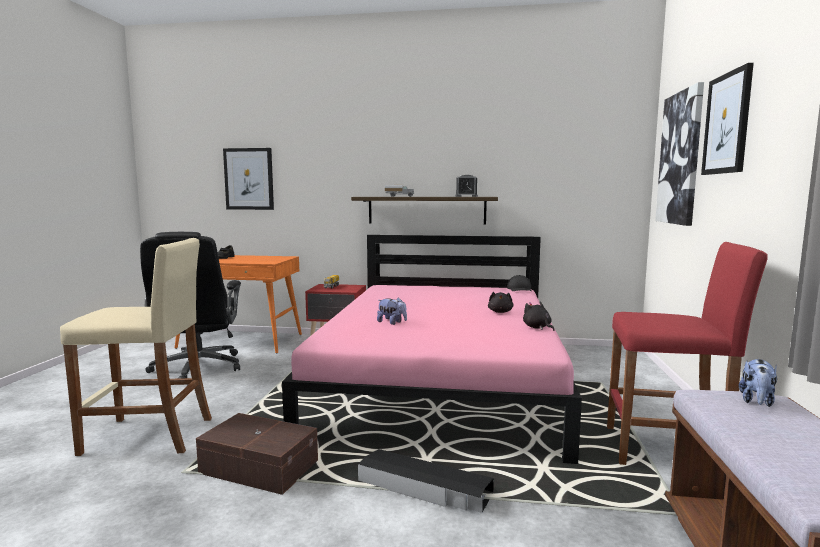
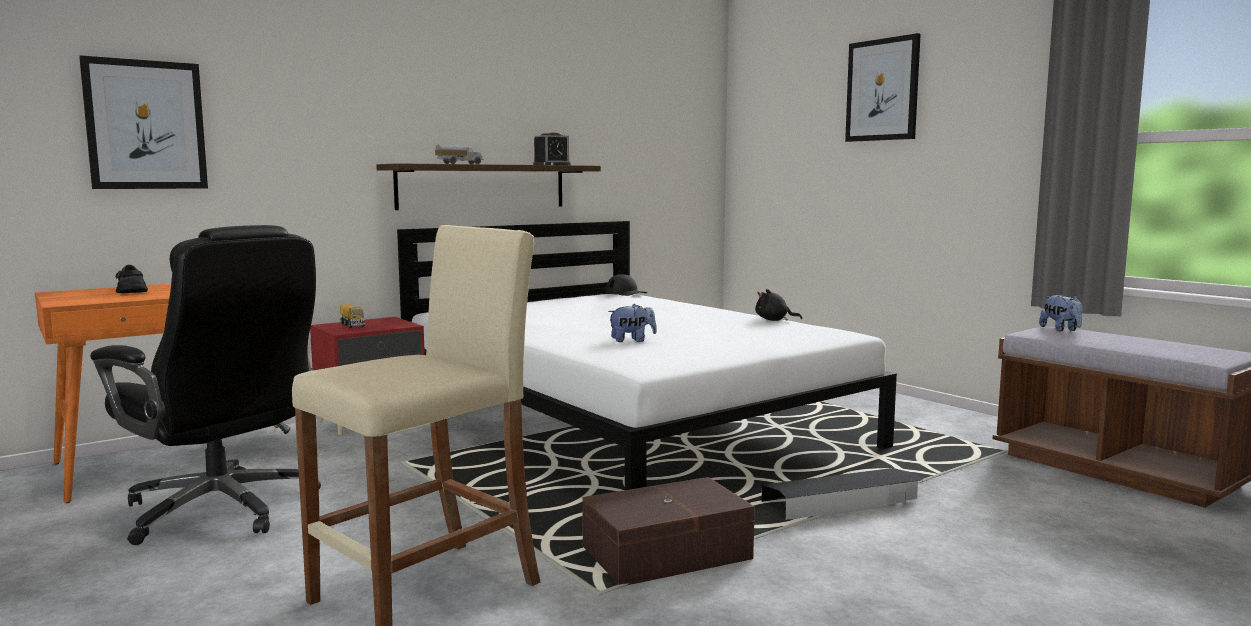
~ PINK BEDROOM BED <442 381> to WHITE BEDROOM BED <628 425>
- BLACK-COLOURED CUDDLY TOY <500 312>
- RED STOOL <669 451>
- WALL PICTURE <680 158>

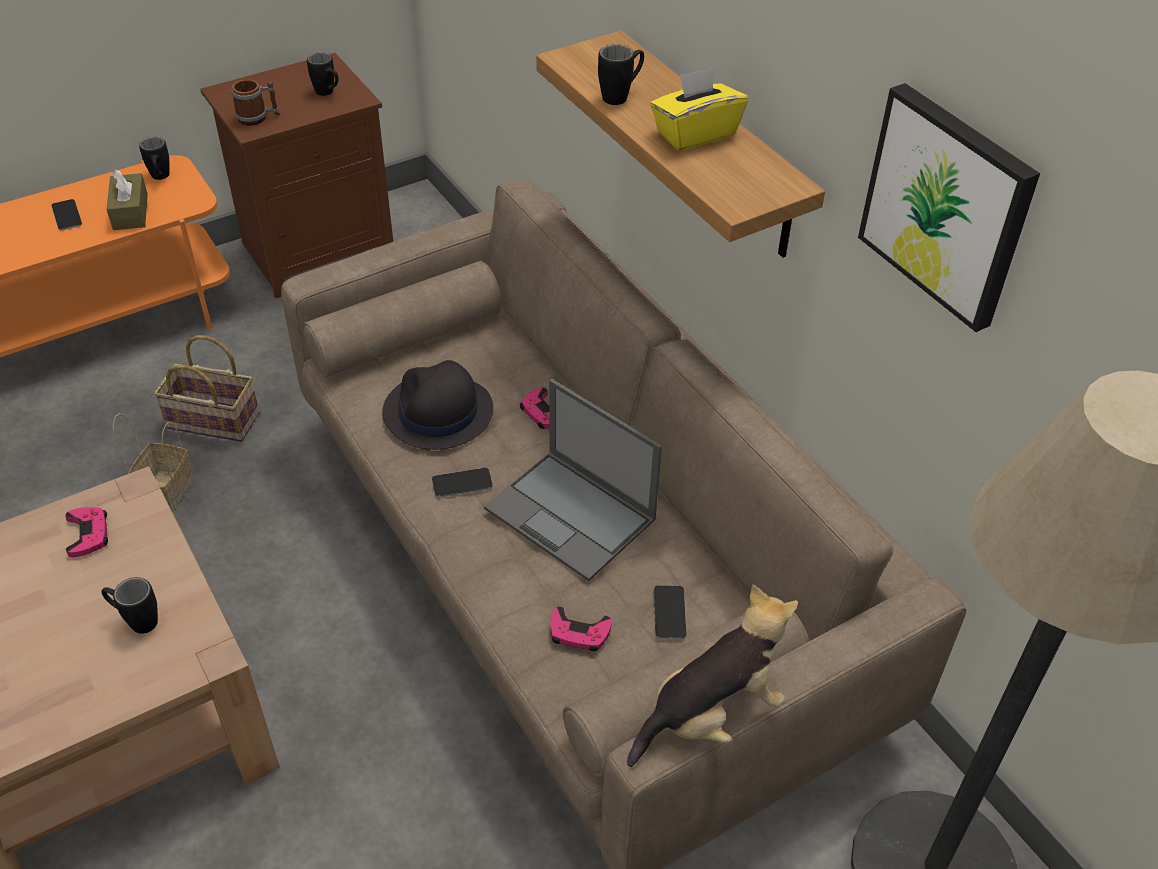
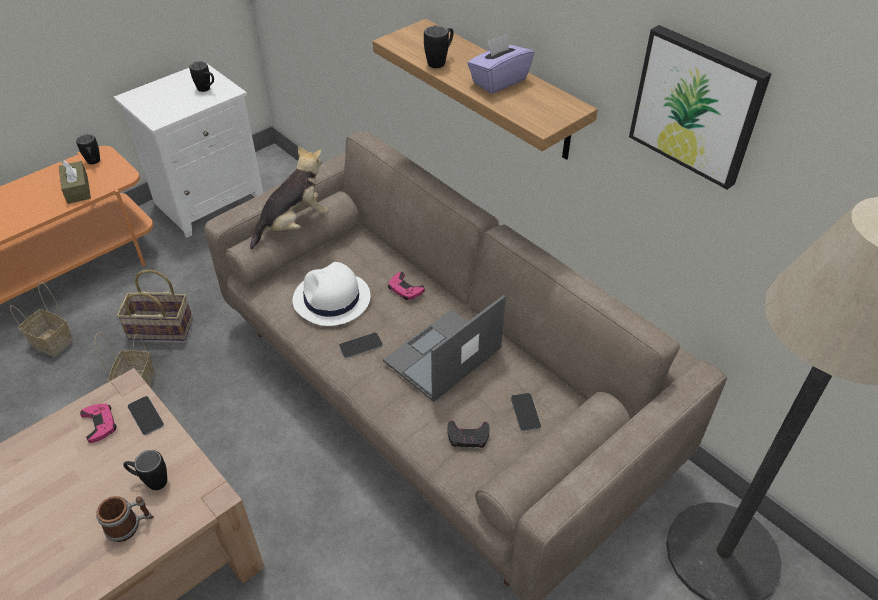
~ PHONE <67 215> to <145 416>
~ BROWNISH BEDSIDE TABLE <318 249> to WHITE BEDSIDE TABLE <209 200>
~ MUG <258 117> to <130 526>
~ BLACK-COLOURED HAT <437 412> to WHITE HAT <331 299>
~ LAPTOP <572 515> = <442 356> 105 degrees clockwise
~ PINK GAME CONTROLLER <579 633> to BLACK-COLOURED GAME CONTROLLER <468 436>
~ CUDDLY TOY <711 714> to <294 224>
~ YELLOWISH TISSUE BOX <695 134> to PURPLISH TISSUE BOX <498 81>
+ HOUSEHOLD BASKET <53 342>

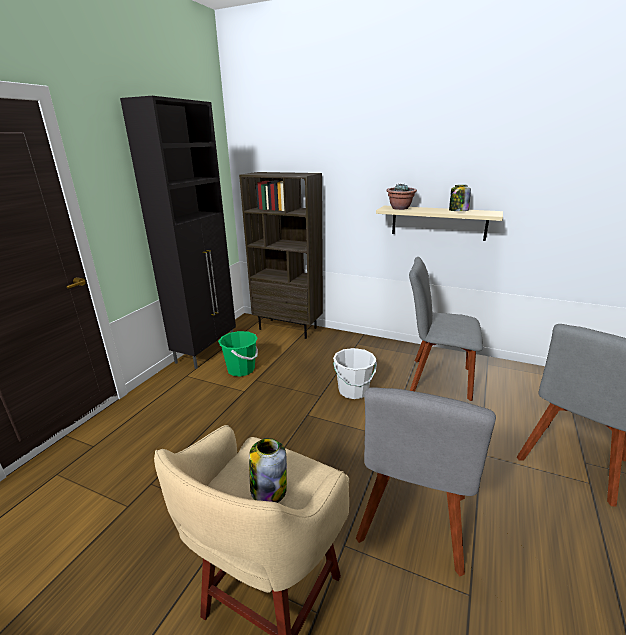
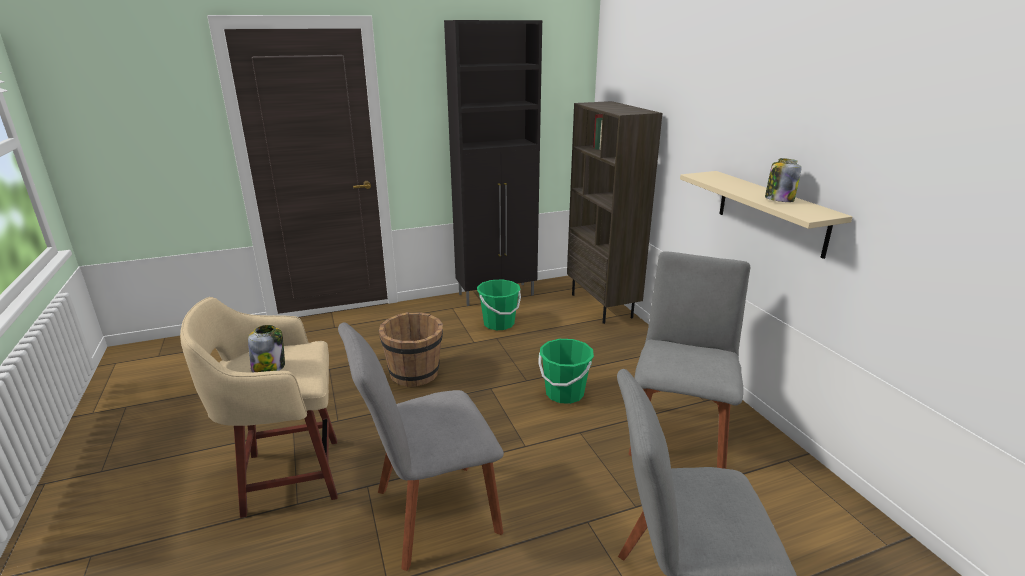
~ WHITE WATER BUCKET <353 391> to GREENISH WATER BUCKET <564 393>
- PLANT IN A POT <400 208>
~ GREYISH CHAIR <436 378> = <679 434> 45 degrees clockwise
+ BROWNISH WATER BUCKET <414 374>

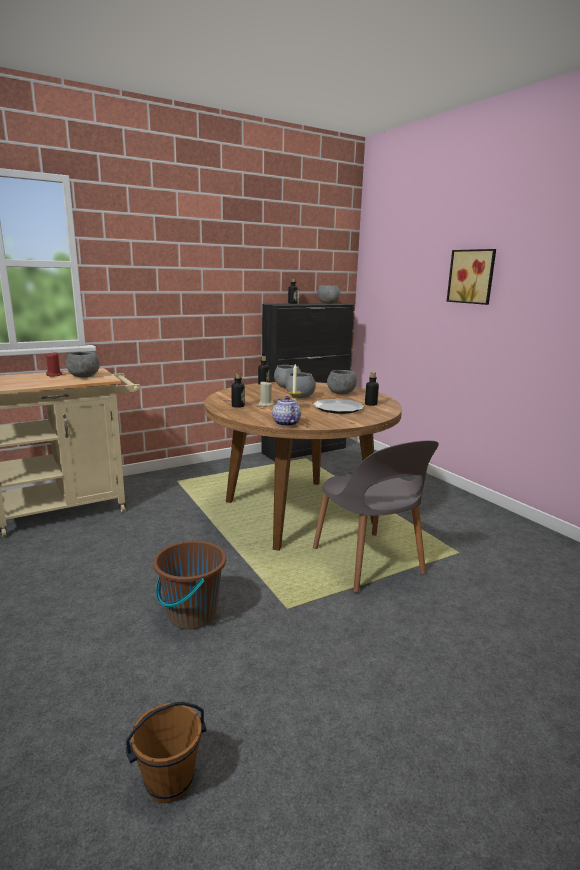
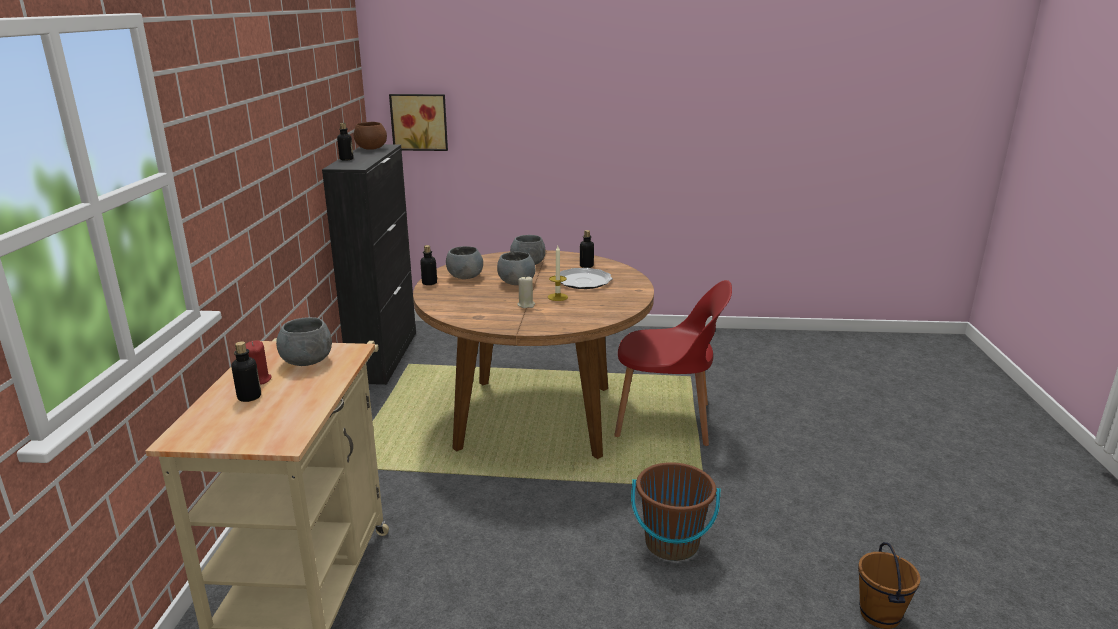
~ BOTTLE <238 406> to <249 397>
- TEA POT <285 423>
~ GREYISH CHAIR <368 562> to RED CHAIR <666 421>
~ GREYISH SERVING BOWL <328 303> to BROWNISH SERVING BOWL <371 148>
~ WALL PICTURE <472 276> to <419 122>

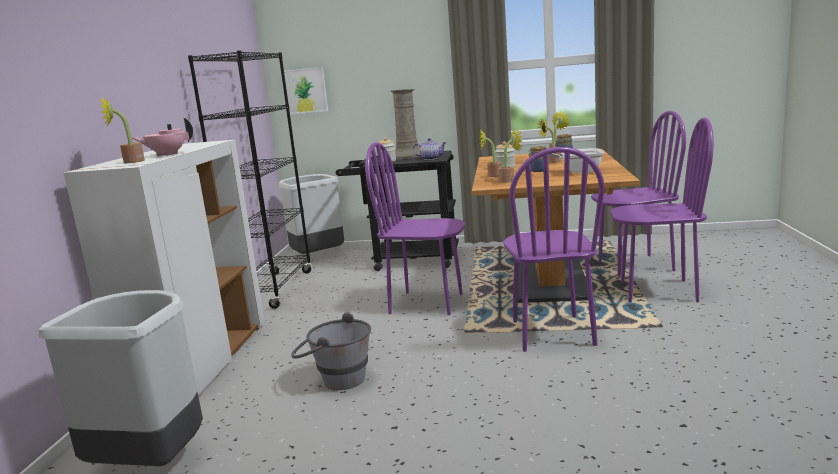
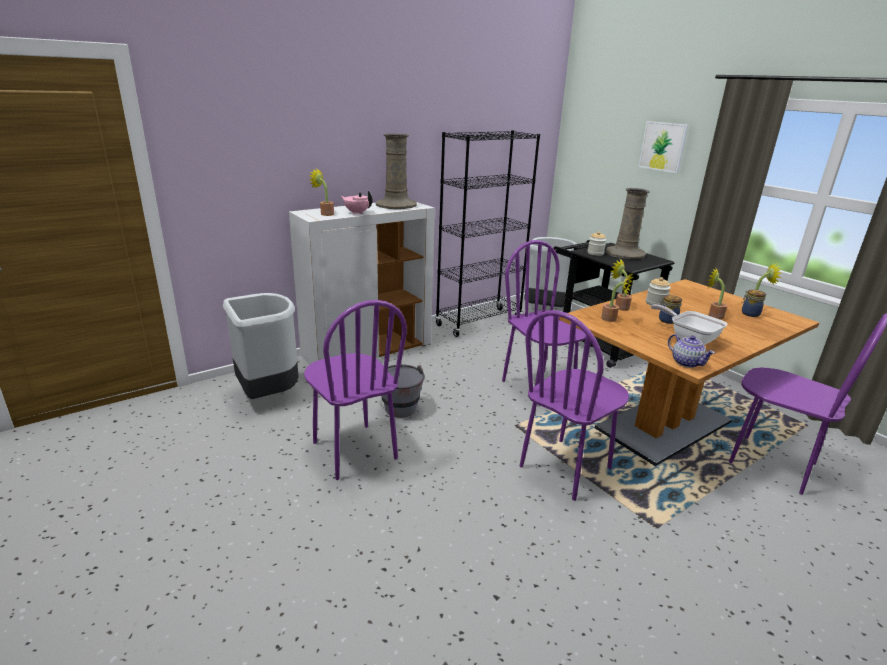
~ WALL PICTURE <304 91> to <663 146>
~ TEA POT <430 158> to <686 362>
~ PURPLISH CHAIR <658 291> to <353 450>
+ SAND-COLOURED VASE <396 205>

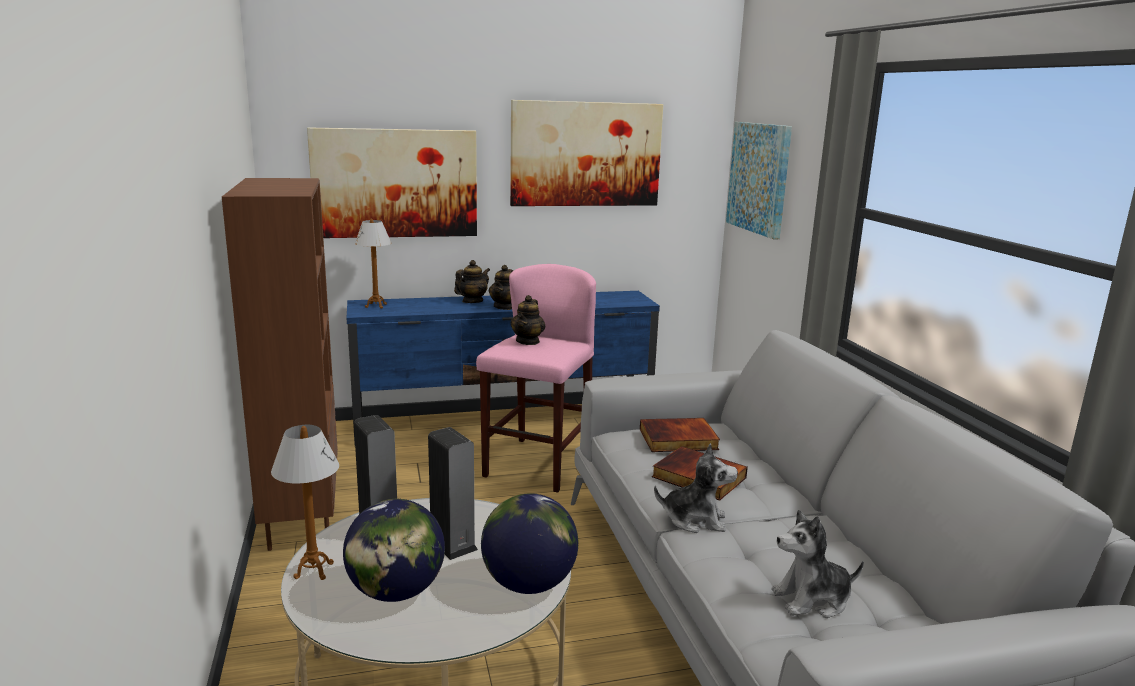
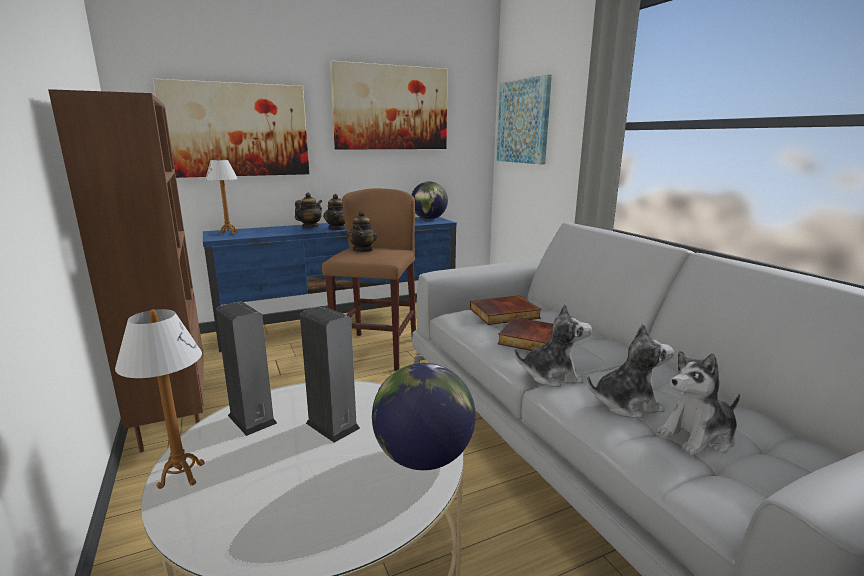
~ WORLD GLOBE <396 592> to <429 219>
~ PINK STOOL <537 464> to BROWNISH STOOL <376 351>
+ CUDDLY TOY <625 404>

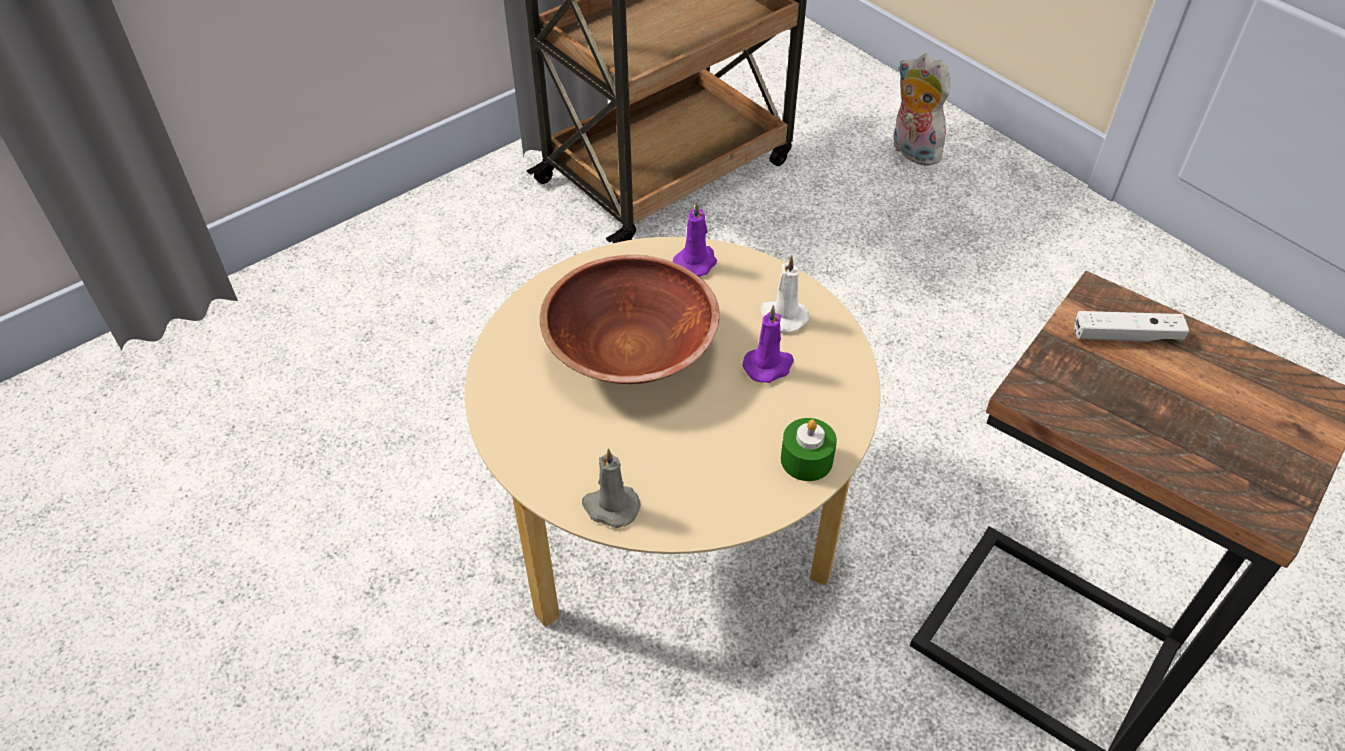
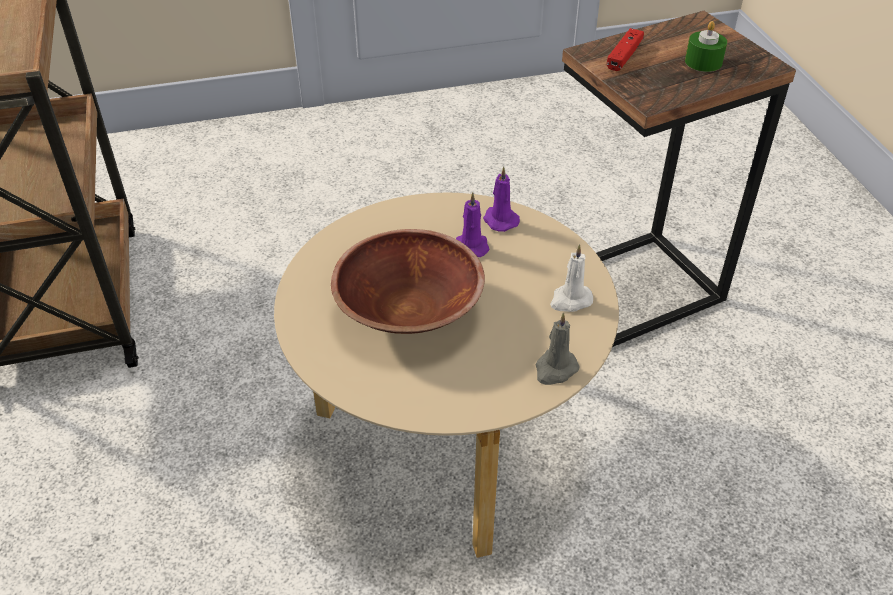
~ PURPLISH CANDLE <696 262> to <499 220>
~ WHITE CANDLE <782 316> to <570 300>
~ GREENISH CANDLE <806 459> to <703 62>
- CUDDLY TOY <911 151>
~ WHITE GAME CONTROLLER <1126 335> to RED GAME CONTROLLER <624 56>

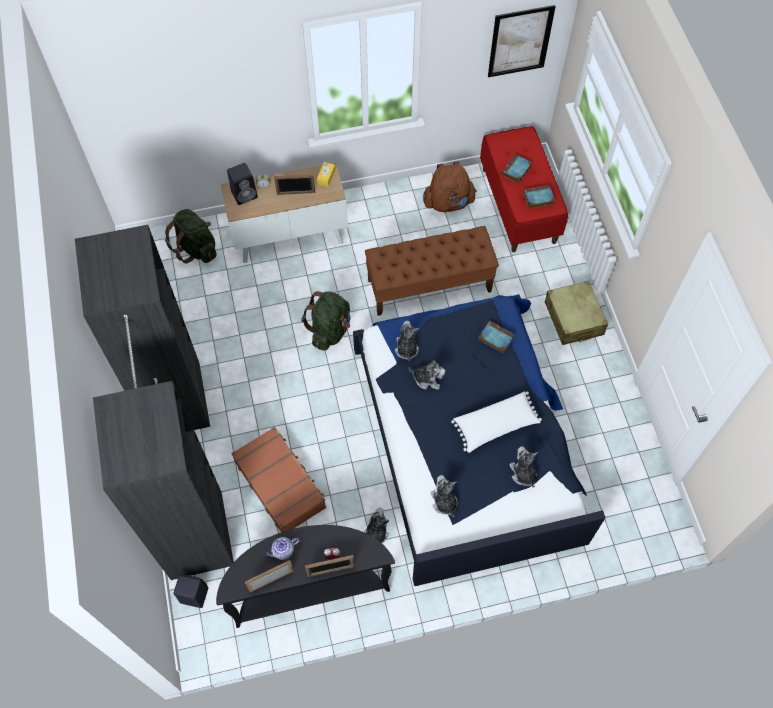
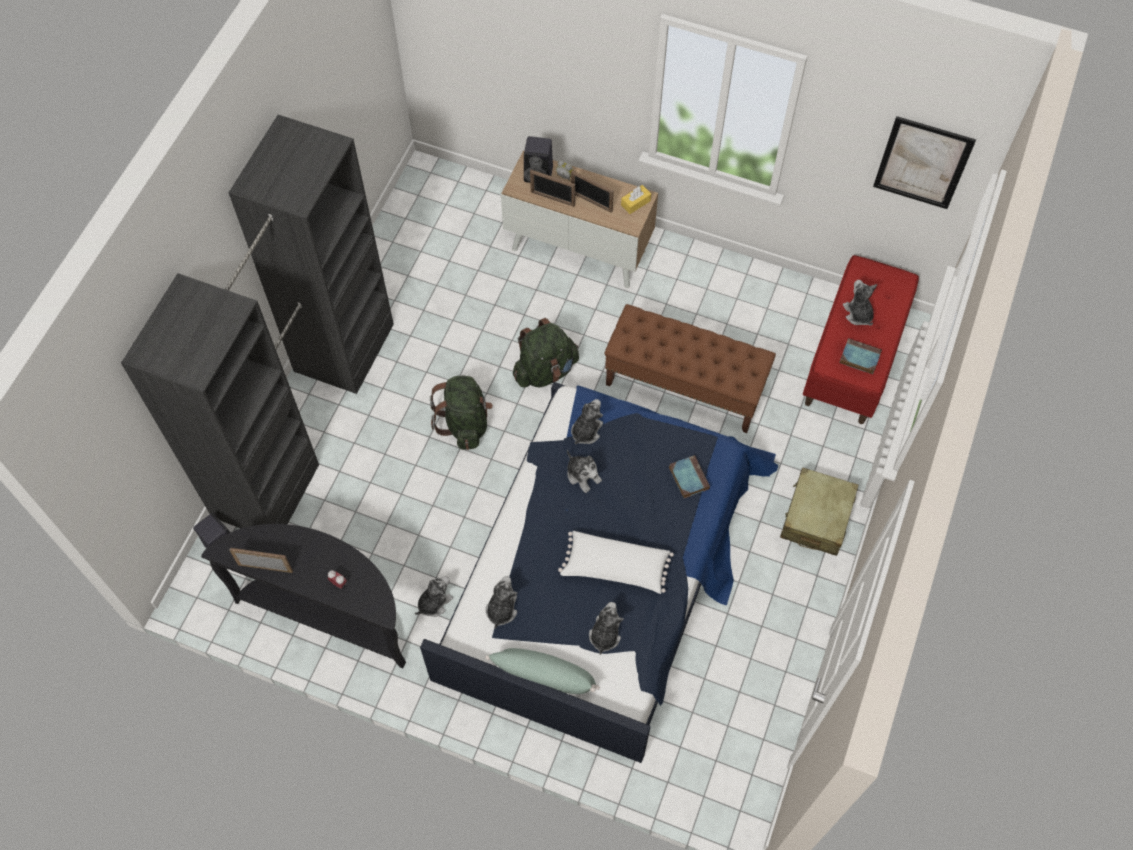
~ GREENISH RUCKSACK <196 248> to <465 423>
- BROWNISH TRAVEL CASE <280 484>
- TEA POT <283 551>
~ STANDING FRAME <330 570> to <552 199>
- BROWNISH RUCKSACK <448 202>
~ BOOK <516 171> to CUDDLY TOY <858 314>
+ GREENISH PILLOW <544 676>

